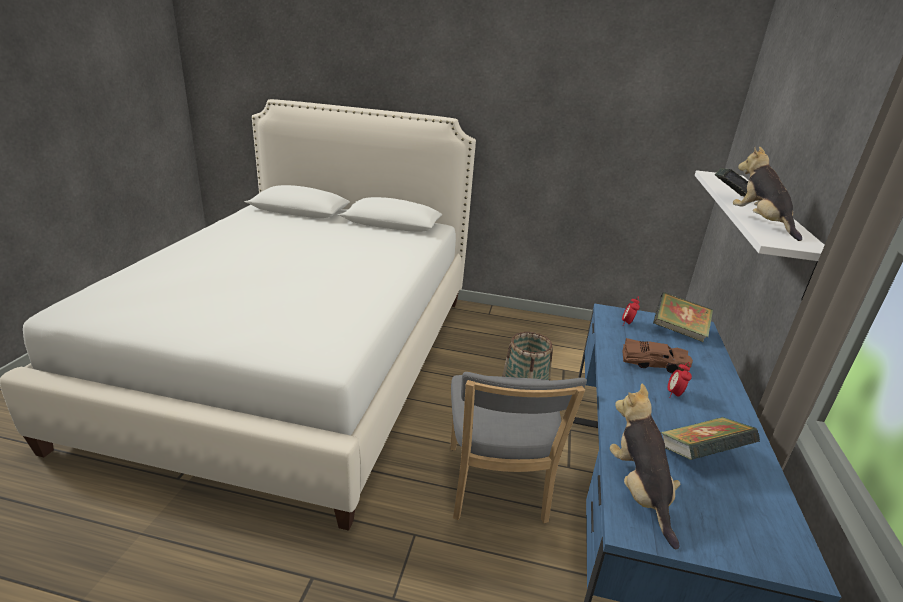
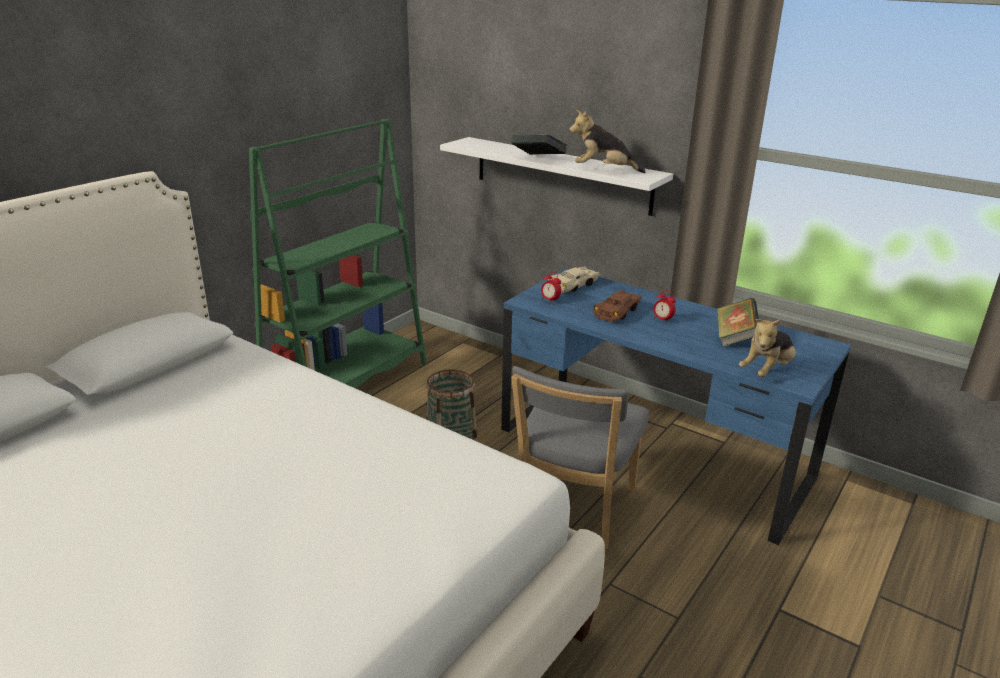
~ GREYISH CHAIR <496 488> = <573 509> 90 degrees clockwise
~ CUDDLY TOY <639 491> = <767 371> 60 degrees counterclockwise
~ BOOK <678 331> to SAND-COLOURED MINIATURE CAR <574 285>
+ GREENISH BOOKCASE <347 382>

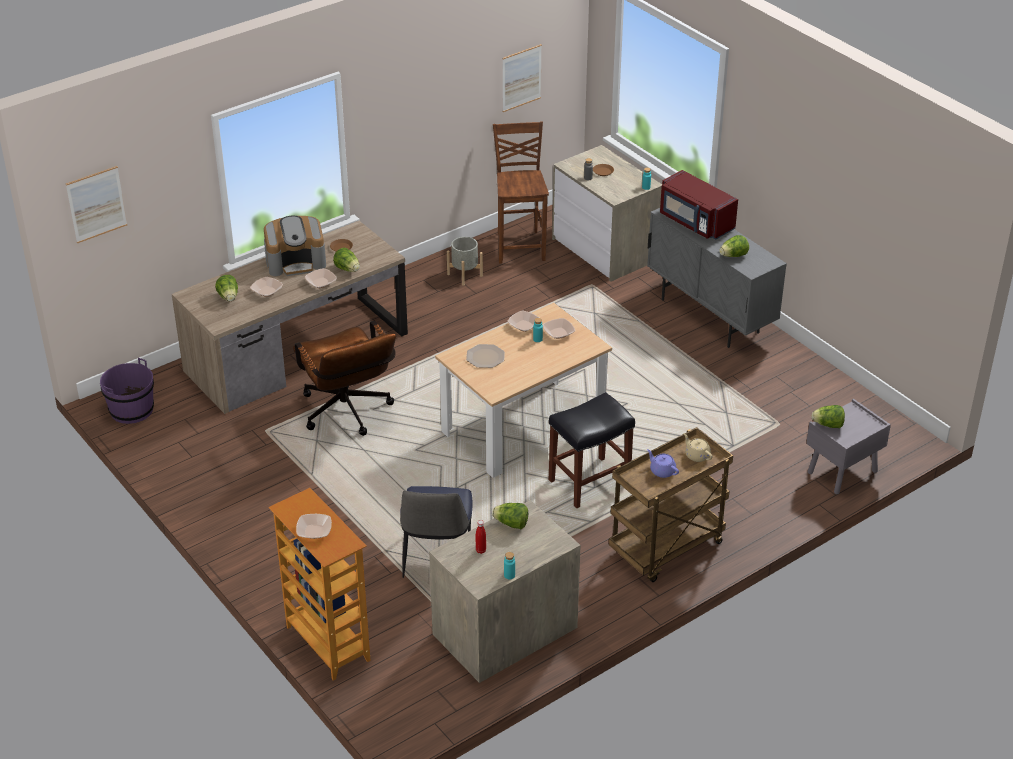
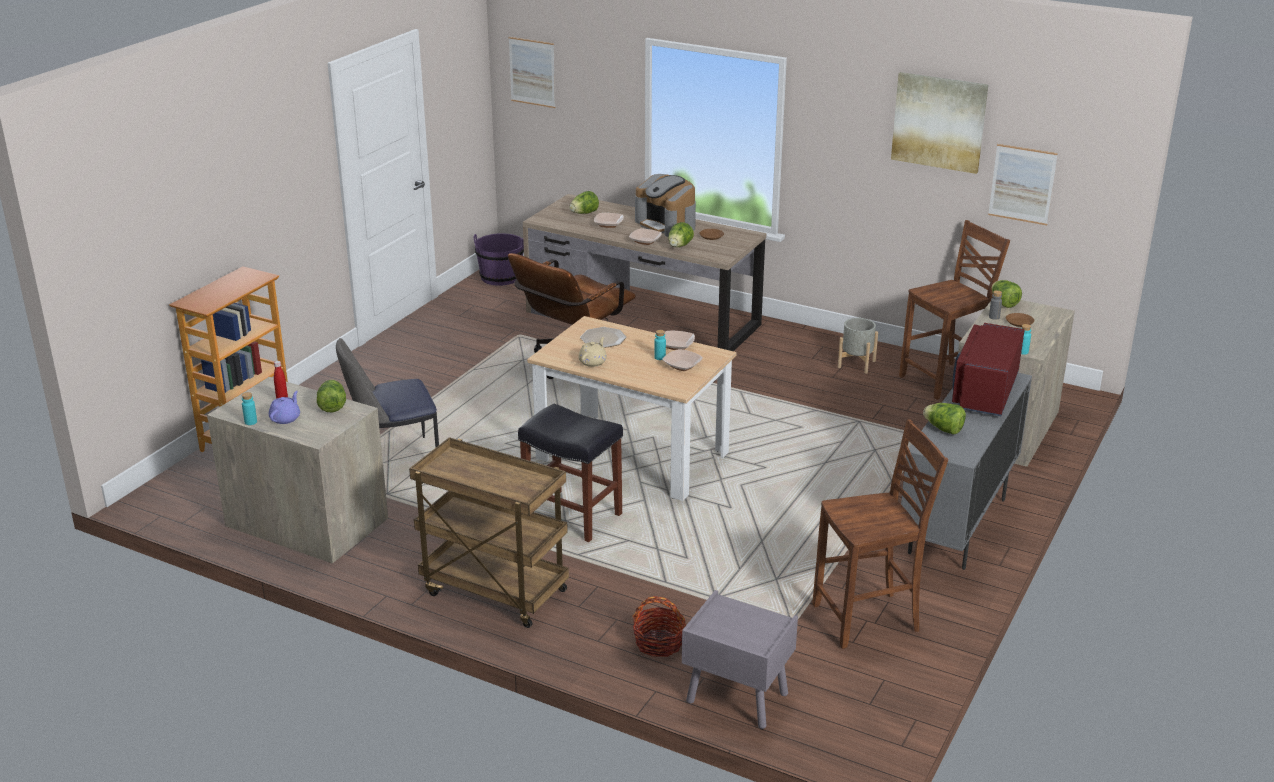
- SERVING BOWL <314 531>
~ PURPLISH TEA POT <662 471> to <285 418>
~ SAND-COLOURED TEA POT <697 455> to <593 362>
~ LETTUCE <828 425> to <1003 303>
+ HOUSEHOLD BASKET <659 643>
+ BROWNISH CHAIR <869 619>
+ WALL PICTURE <939 122>

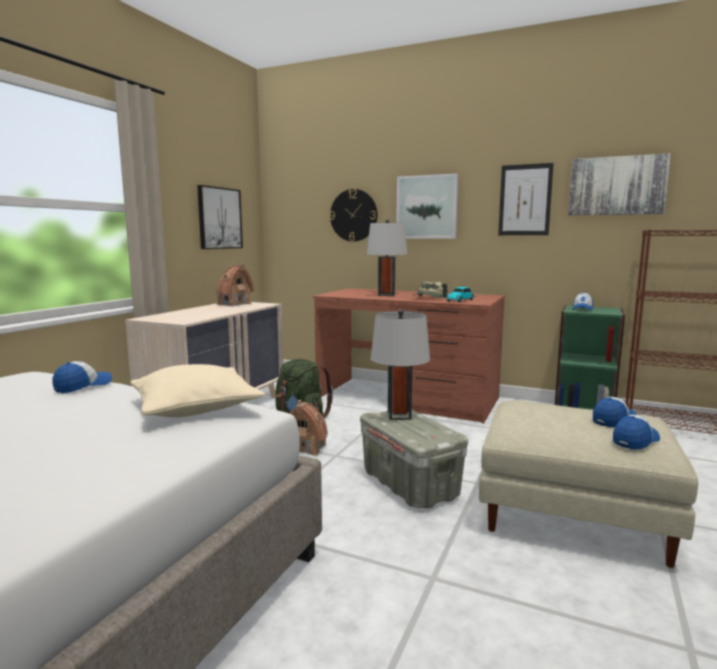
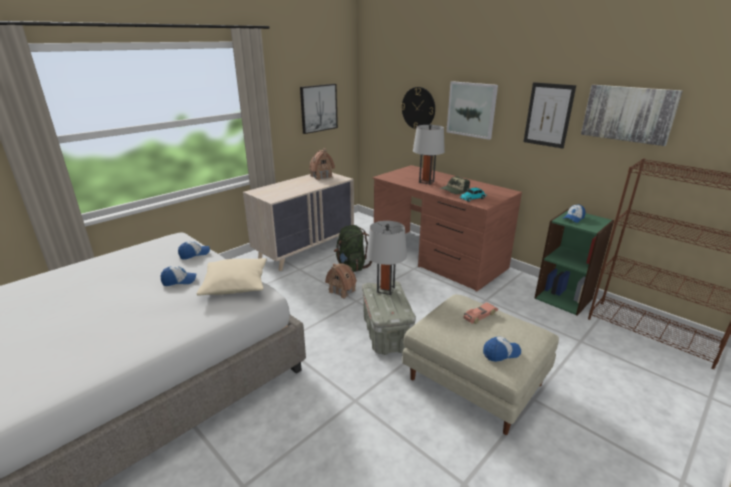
~ PEAKED CAP <614 420> to <179 281>
+ MINIATURE CAR <479 316>

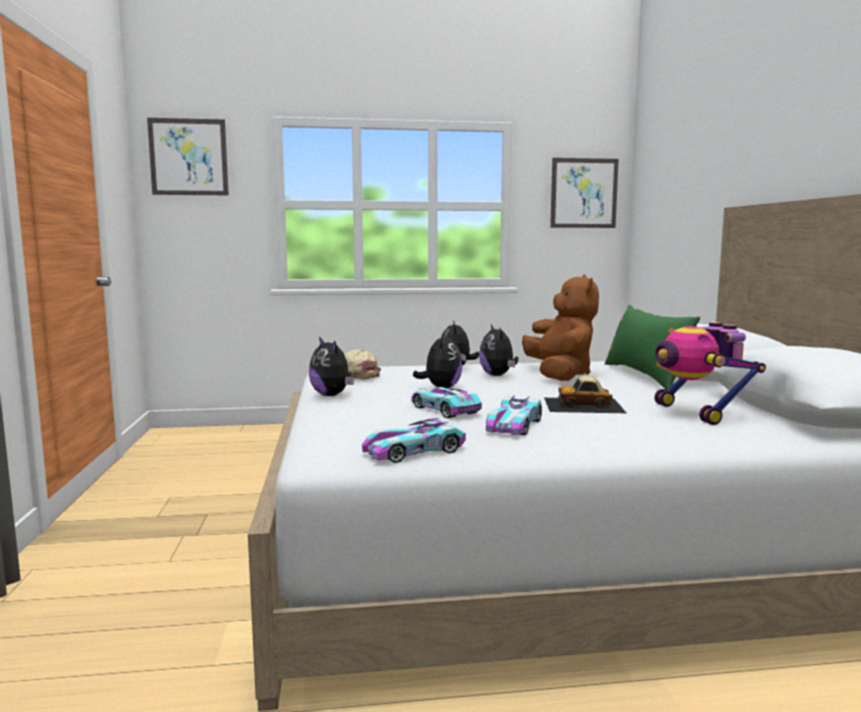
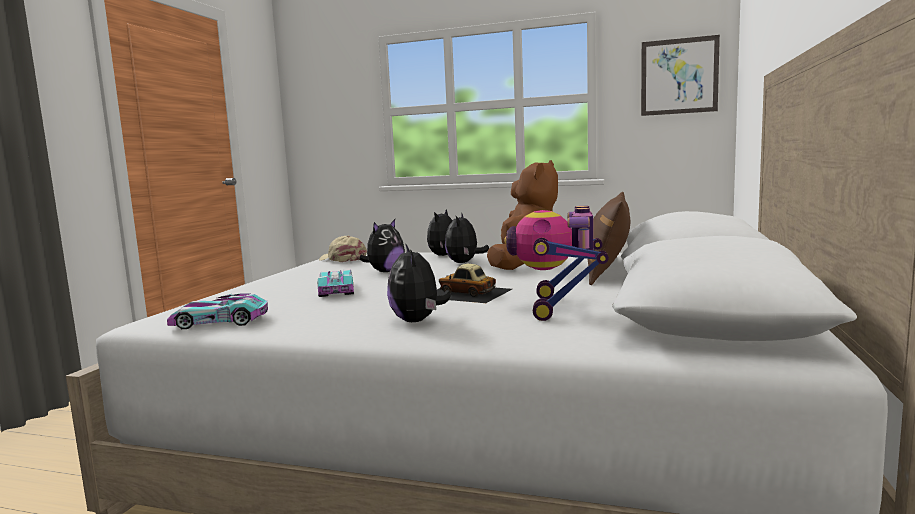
- WALL PICTURE <188 157>
~ CUDDLY TOY <332 395> to <418 321>
- MINIATURE CAR <514 425>
~ GREENISH PILLOW <645 376> to BROWNISH PILLOW <608 269>

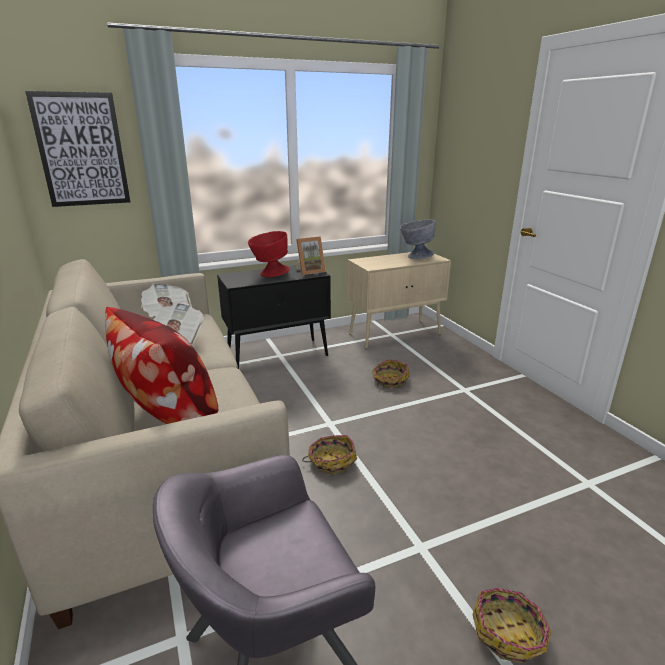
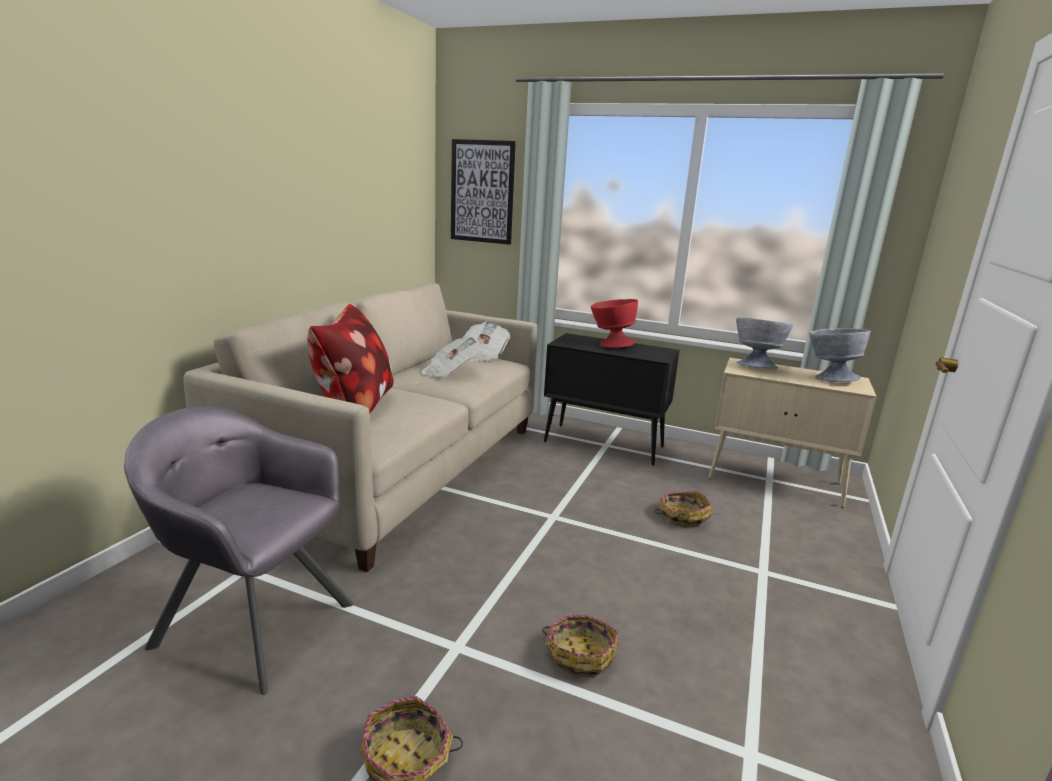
- STANDING FRAME <310 271>
~ HOUSEHOLD BASKET <331 461> to <580 654>
+ GREYISH SERVING BOWL <756 366>

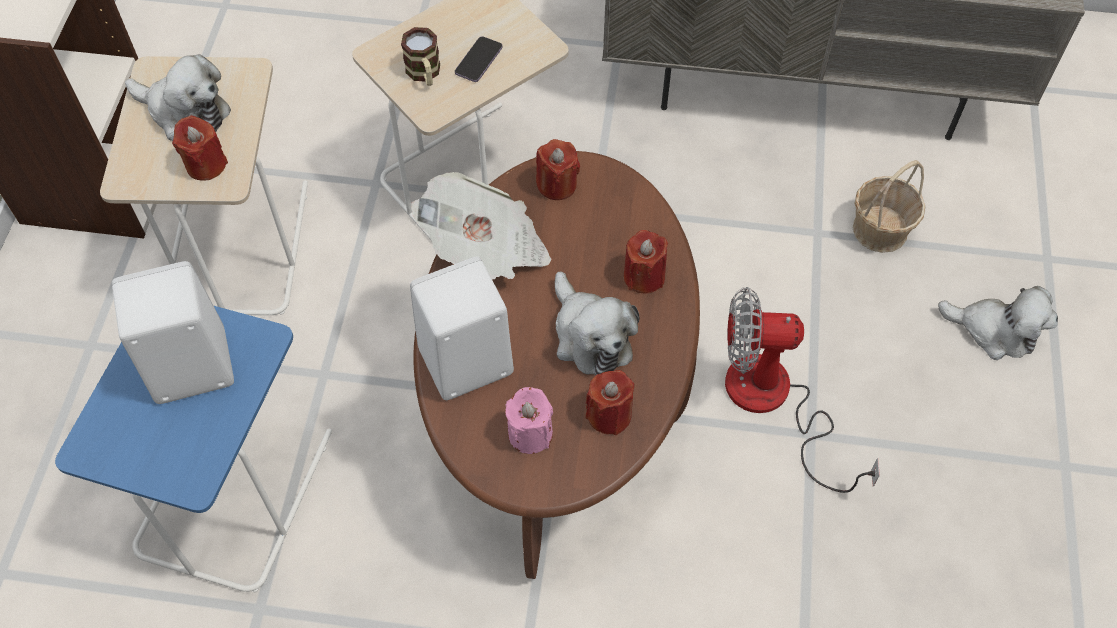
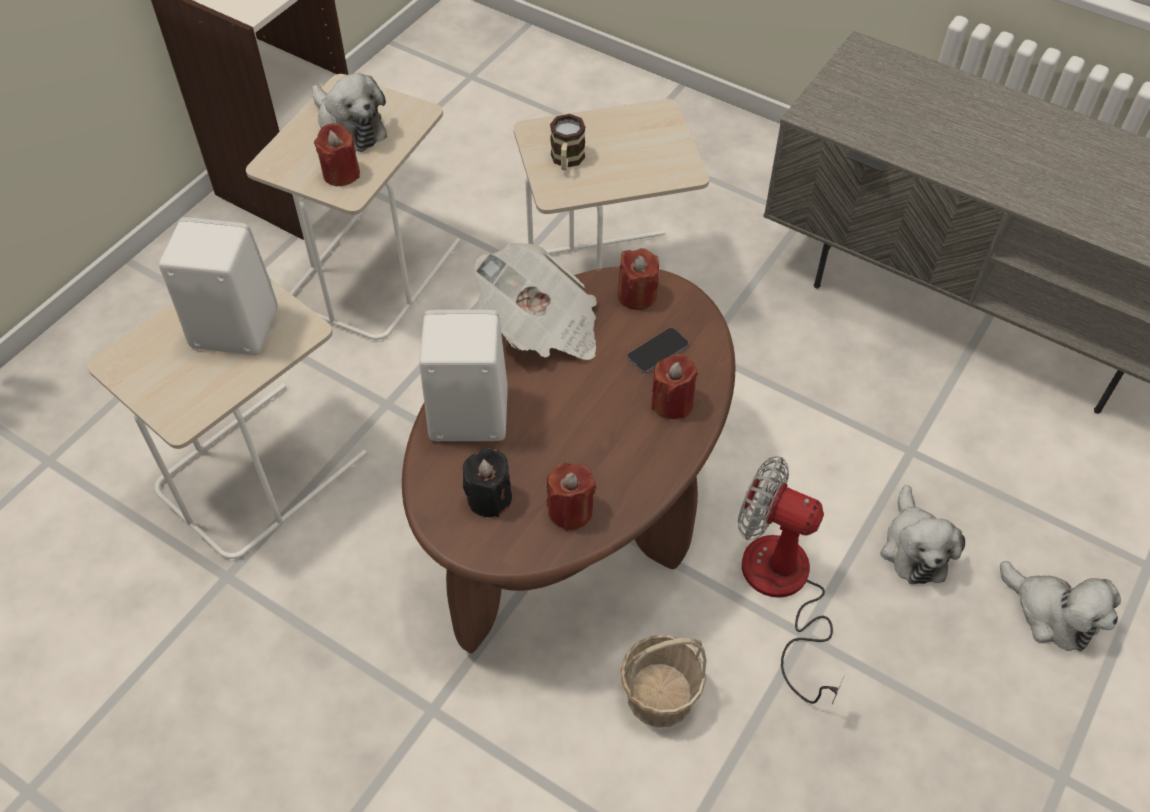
~ BLUISH SIDE TABLE <232 489> to SAND-COLOURED SIDE TABLE <260 469>
~ PHONE <478 60> to <657 351>
~ PINK CANDLE <530 433> to BLACK-COLOURED CANDLE <489 498>
~ CUDDLY TOY <590 336> to <914 547>
~ HOUSEHOLD BASKET <879 230> to <659 695>

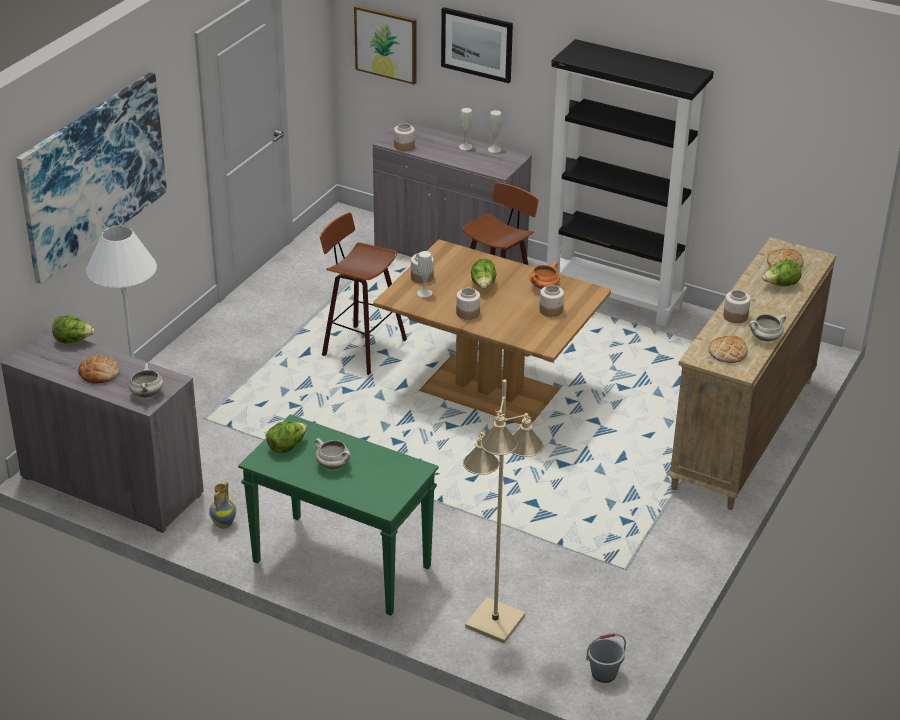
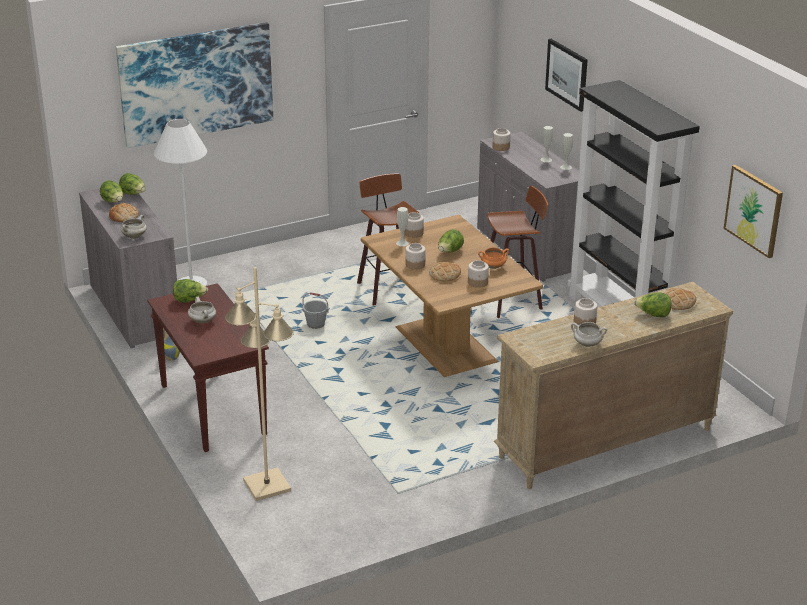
~ GREENISH CONSOLE TABLE <340 565> to BROWNISH CONSOLE TABLE <211 410>
~ WALL PICTURE <386 44> to <754 210>
~ GREYISH WATER BUCKET <604 673> to <316 325>
~ BAKERY BREAD <727 353> to <444 274>
+ LETTUCE <113 202>

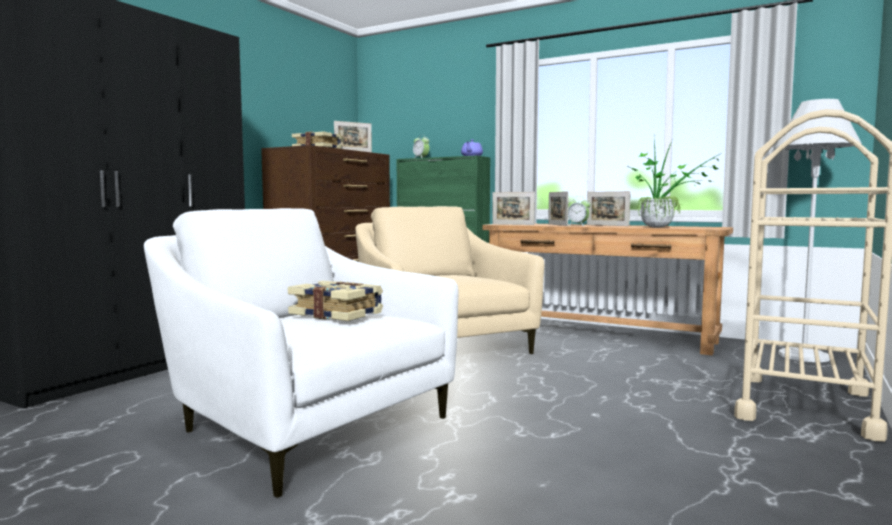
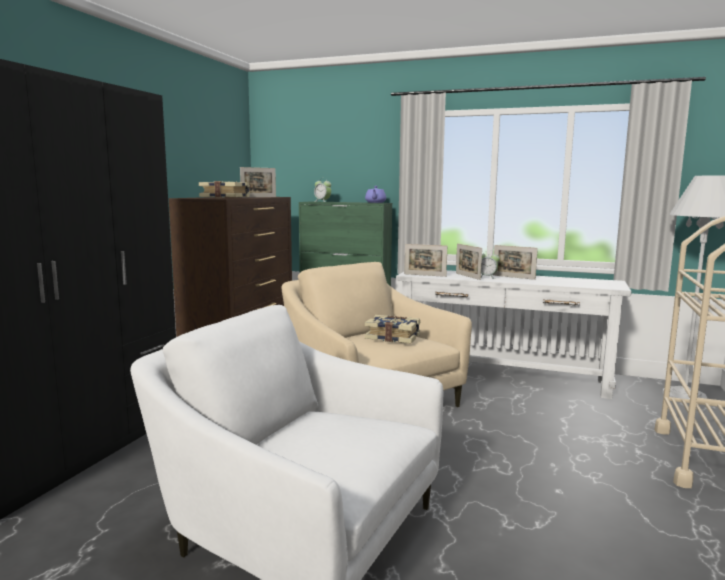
~ BOOK <337 314> to <393 337>
~ BROWNISH CONSOLE TABLE <598 335> to WHITE CONSOLE TABLE <502 377>
- PLANT IN A POT <663 227>

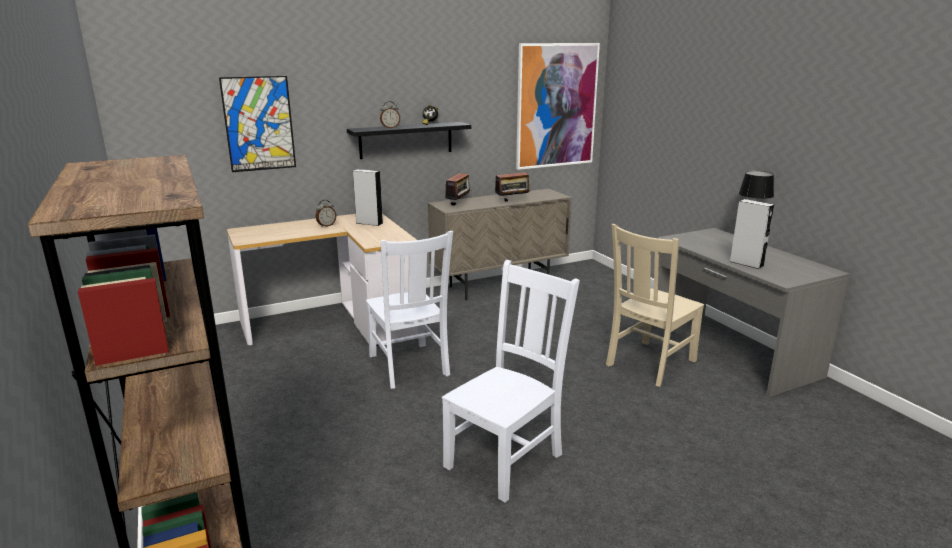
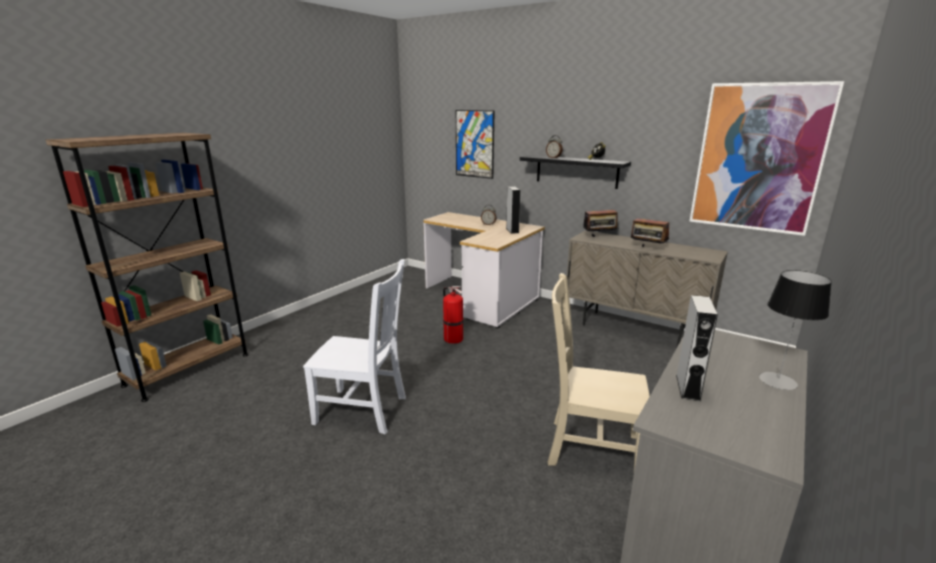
~ WHITE CHAIR <409 366> to FIRE-FIGHTING CYLINDER <452 338>

